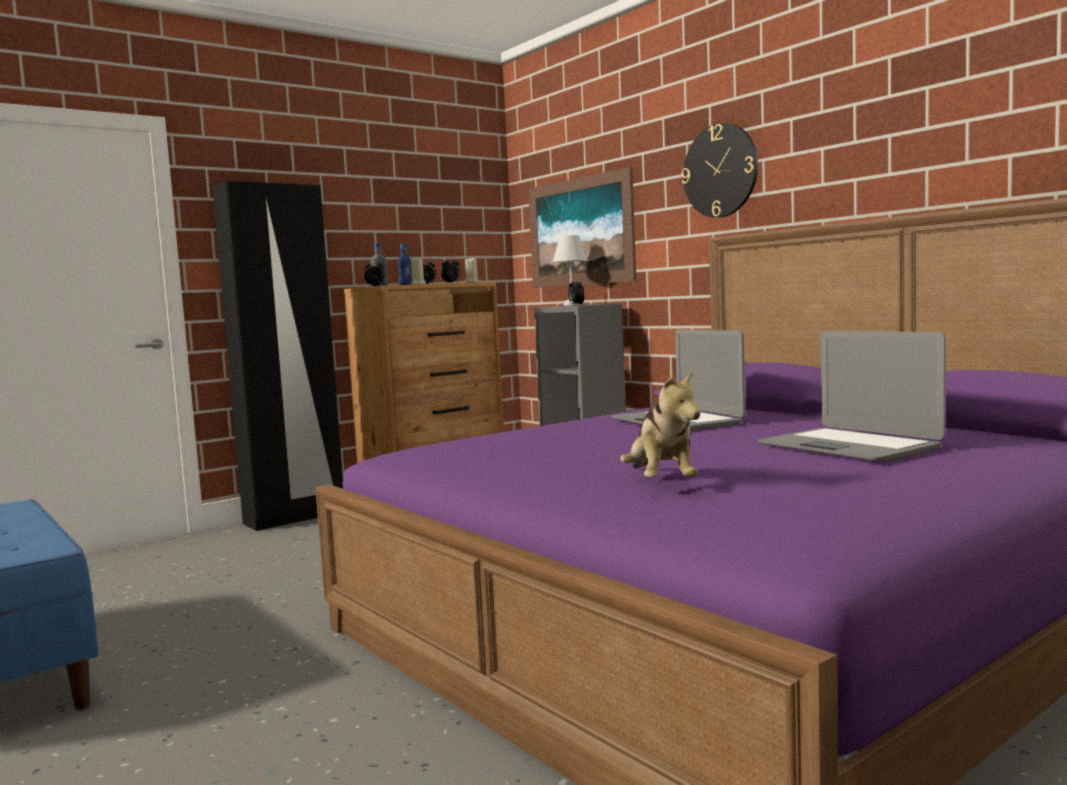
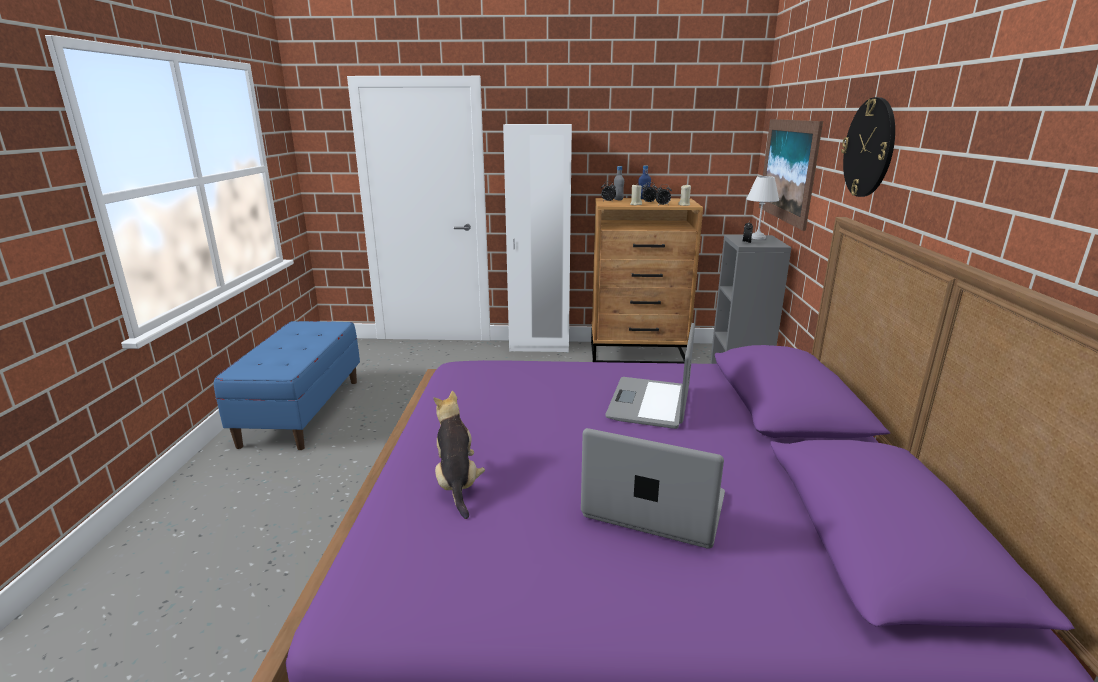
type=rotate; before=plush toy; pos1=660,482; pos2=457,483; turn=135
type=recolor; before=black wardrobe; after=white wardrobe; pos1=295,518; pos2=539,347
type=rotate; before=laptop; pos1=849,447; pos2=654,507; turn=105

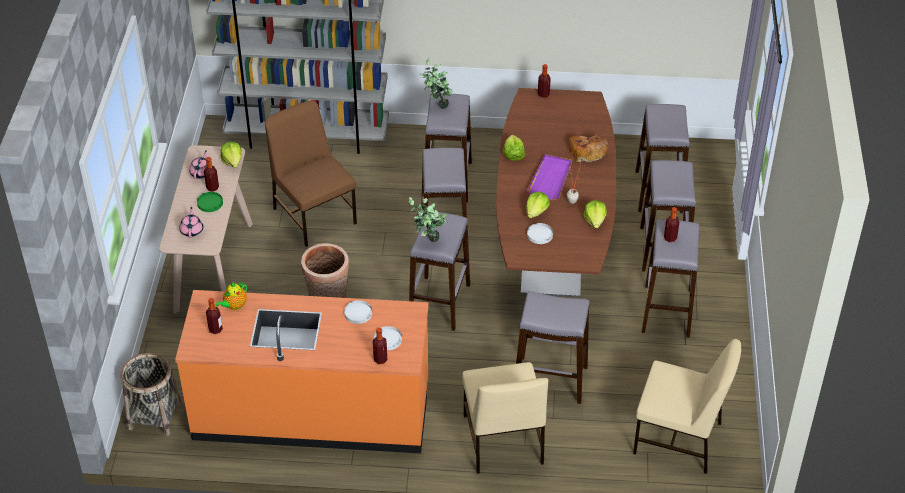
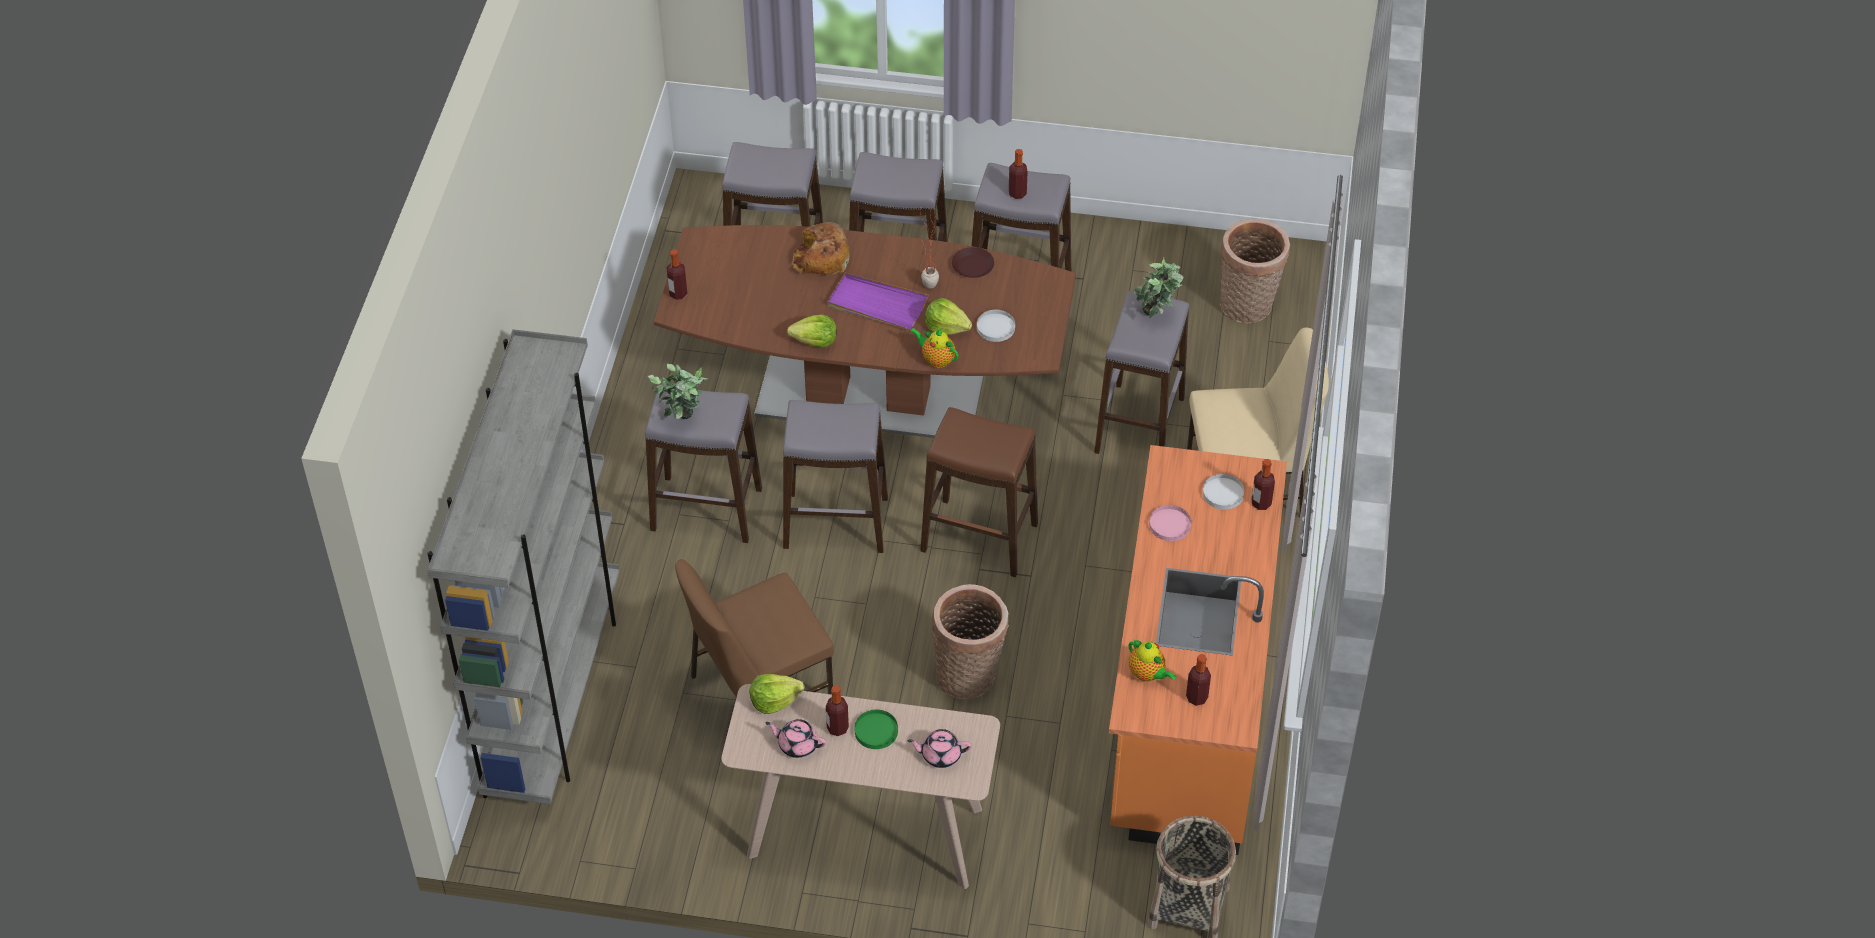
type=insert; after=teapot; pos2=936,359
type=recolor; before=grey stool; after=brown stool; pos1=439,303; pos2=978,538
type=replace; before=lettuce; after=brown plate; pos1=595,220; pos2=972,266
type=move; before=potted plant; pos1=428,242; pos2=1156,318
type=recolor; before=white plate; after=pink plate; pos1=358,313; pos2=1169,524
type=replace; before=beige chair; after=basket; pos1=679,439; pos2=1248,307

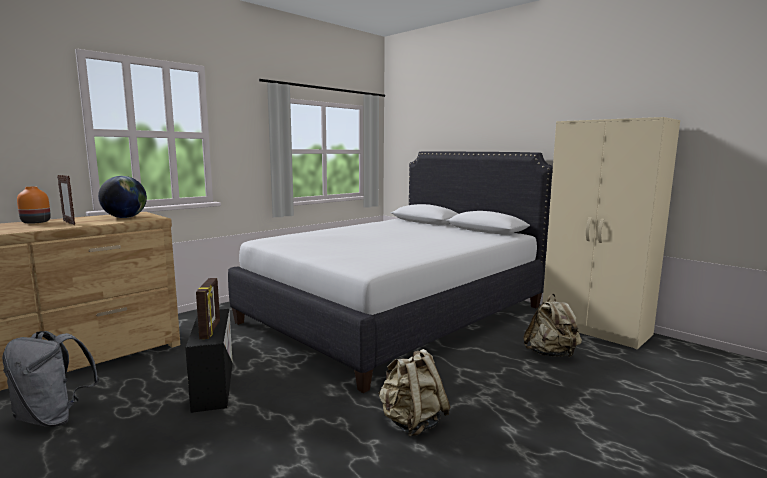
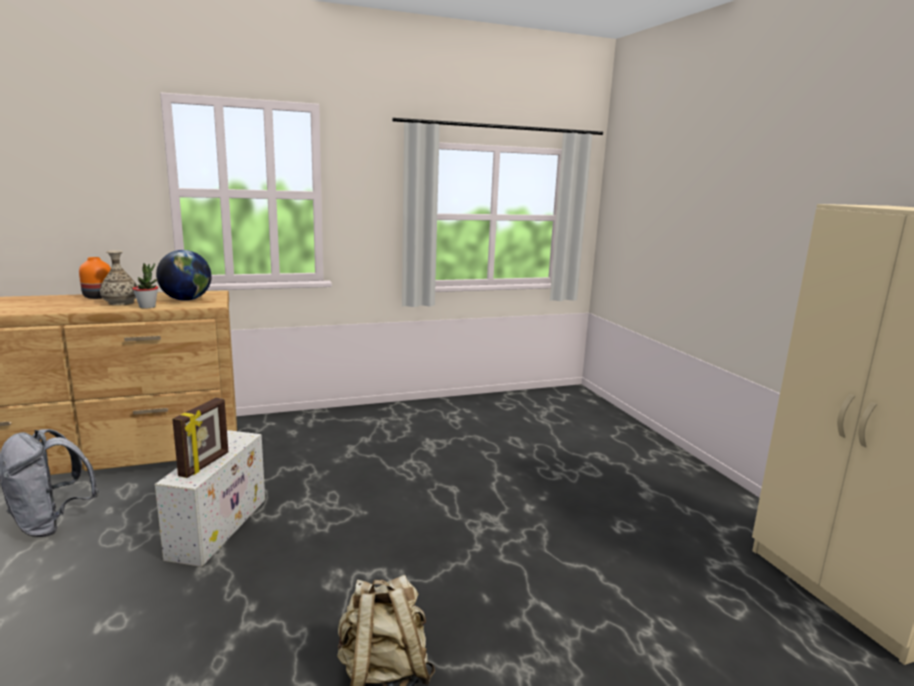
type=replace; before=picture frame; after=vase; pos1=69,223; pos2=121,303
type=insert; after=potted plant; pos2=147,307
type=recolor; before=black storage box; after=white storage box; pos1=213,384; pos2=219,526
type=delete; before=white bed; pos1=396,314
type=delete; before=beige backpack; pos1=551,354

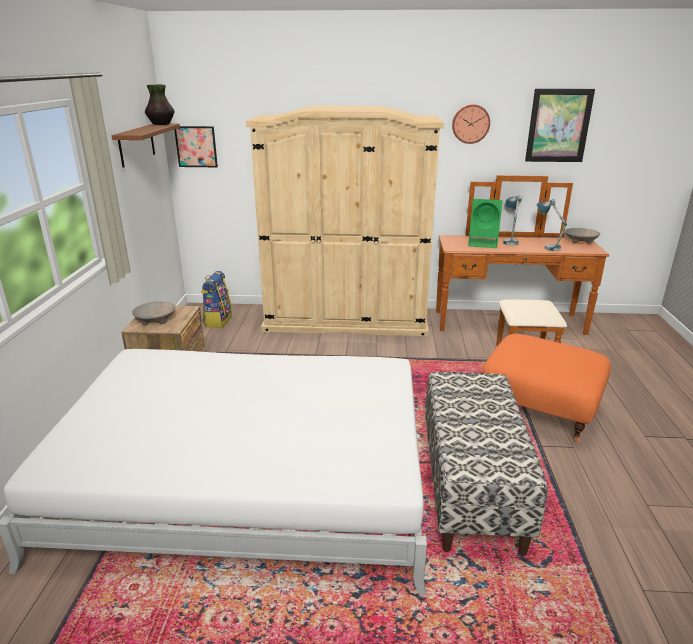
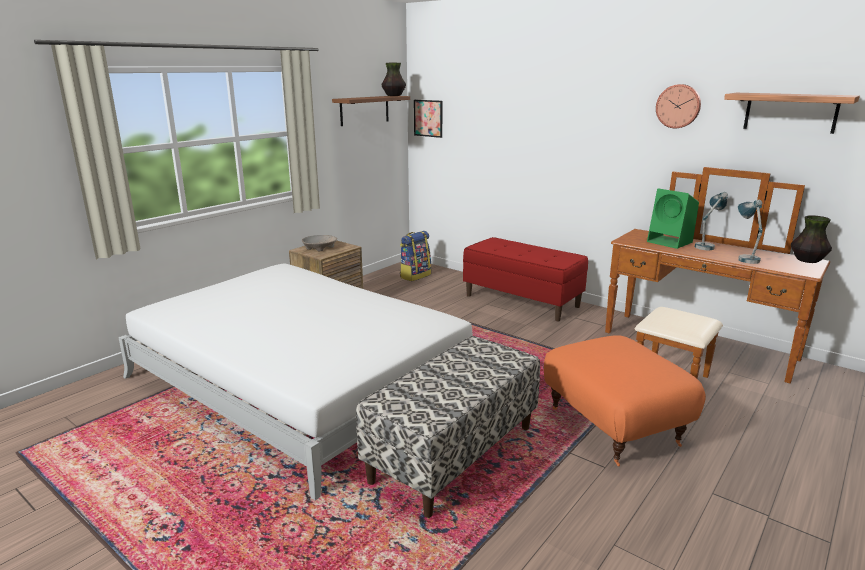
type=replace; before=beige wardrobe; after=red bench; pos1=346,320; pos2=522,301
type=replace; before=picture; after=shelf; pos1=558,126; pos2=790,112
type=replace; before=beige bowl; after=vase; pos1=580,240; pos2=807,260

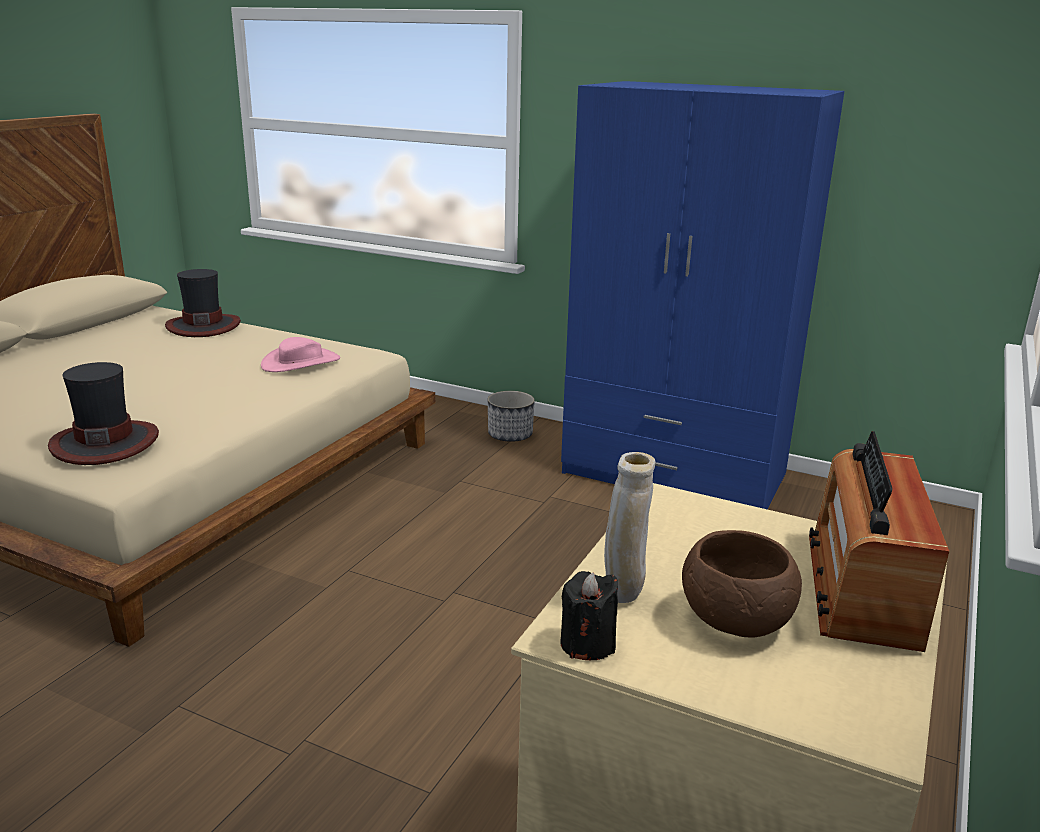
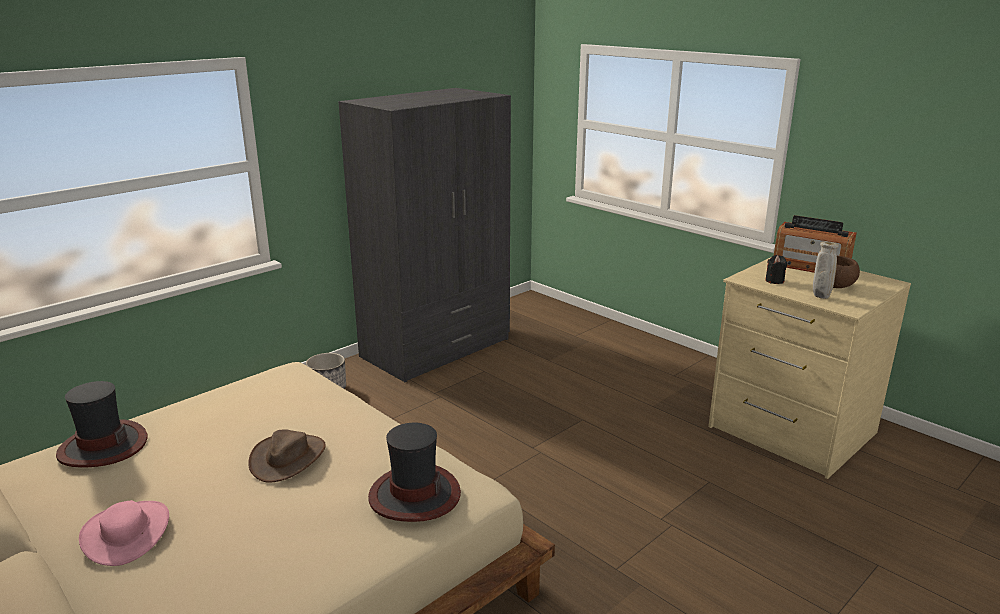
type=move; before=pink hat; pos1=301,363; pos2=127,533
type=insert; after=brown hat; pos2=288,458
type=recolor; before=blue wardrobe; after=grey wardrobe; pos1=674,474; pos2=437,348
type=move; before=black candle; pos1=587,644; pos2=774,281

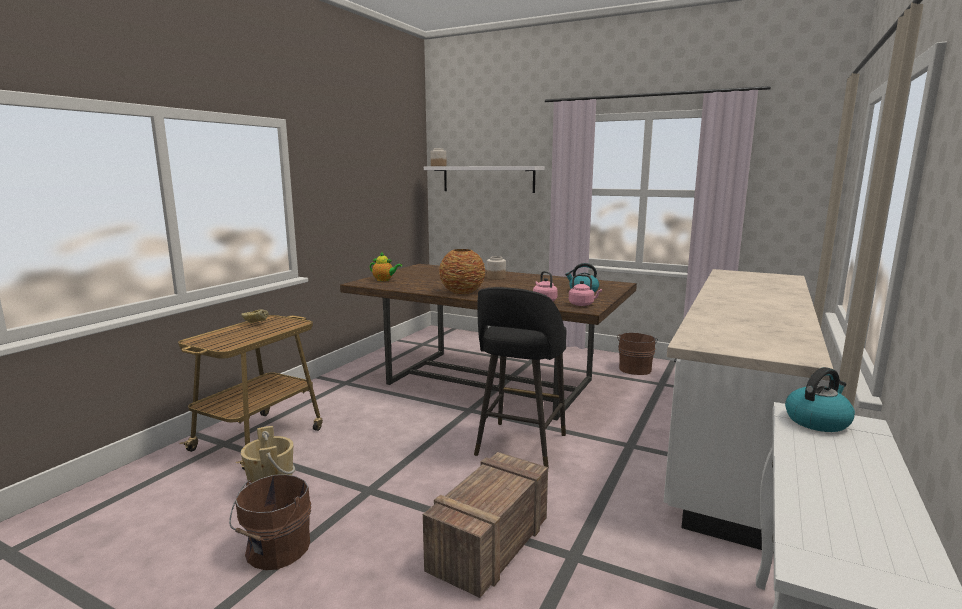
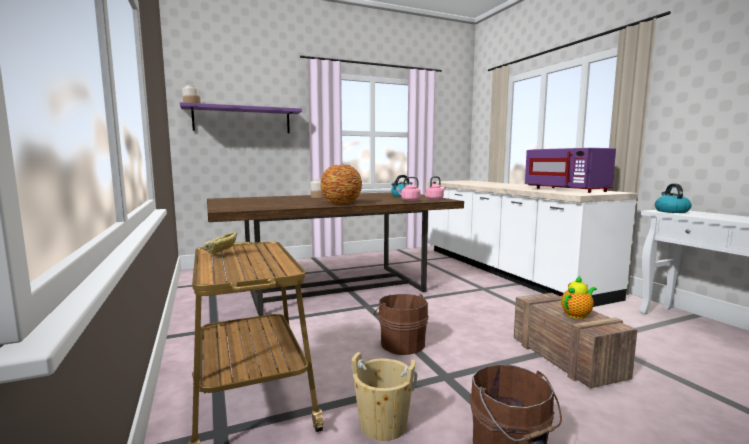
type=recolor; before=white shelf; after=purple shelf; pos1=488,179; pos2=242,120
type=move; before=brown bucket; pos1=635,368; pos2=401,343
type=insert; after=purple microwave; pos2=566,190
type=move; before=teapot; pos1=384,280; pos2=577,315
type=delete; before=black stool; pos1=520,446

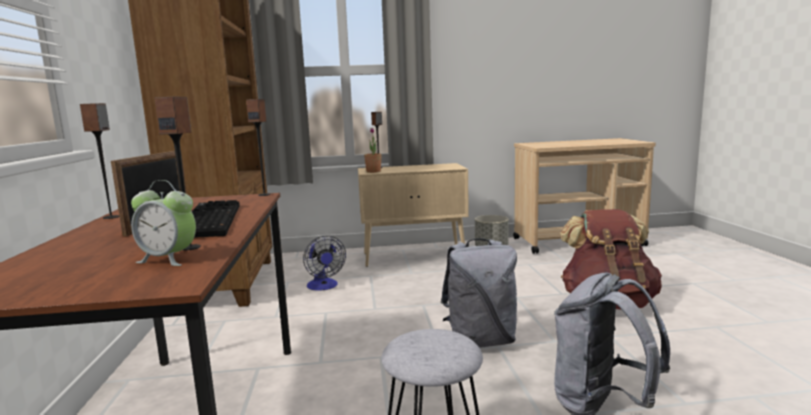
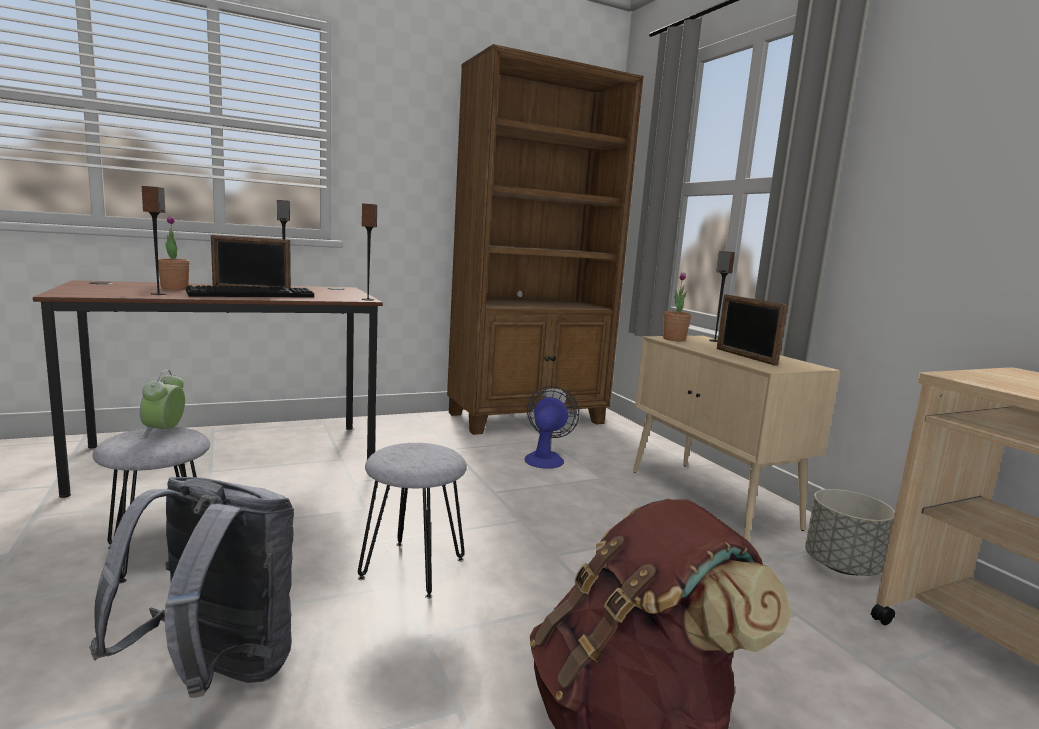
type=move; before=alarm clock; pos1=168,259; pos2=164,432
type=insert; after=potted plant; pos2=174,288
type=replace; before=grey backpack; after=grey stool; pos1=480,341; pos2=413,569
type=rotate; before=fan; pos1=324,286; pos2=545,458; turn=150
type=insert; after=picture frame; pos2=745,356

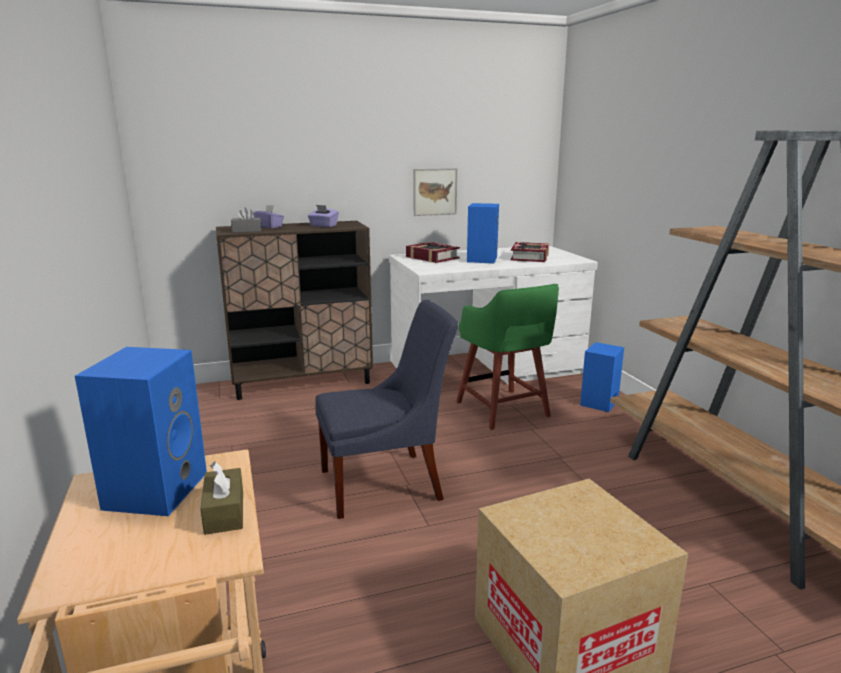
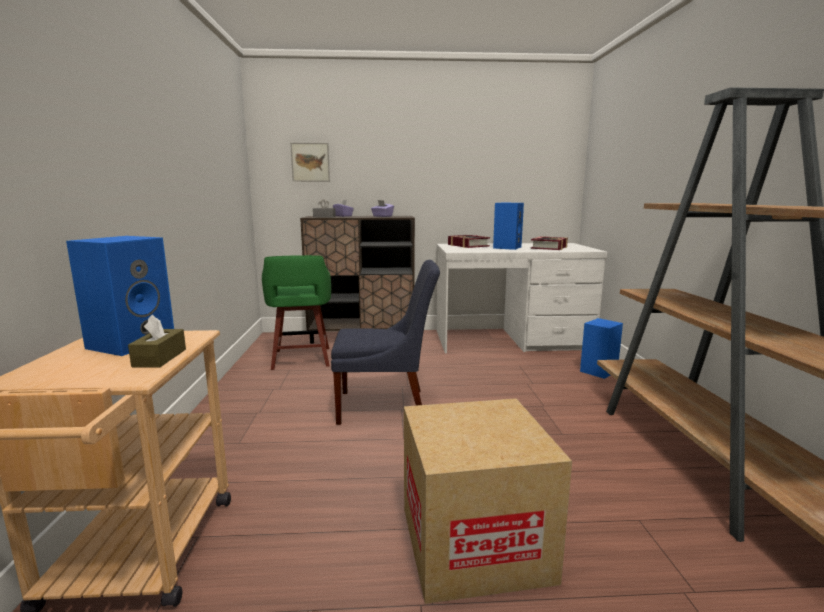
type=move; before=green stool; pos1=503,410; pos2=301,359
type=move; before=picture; pos1=435,192; pos2=310,162

